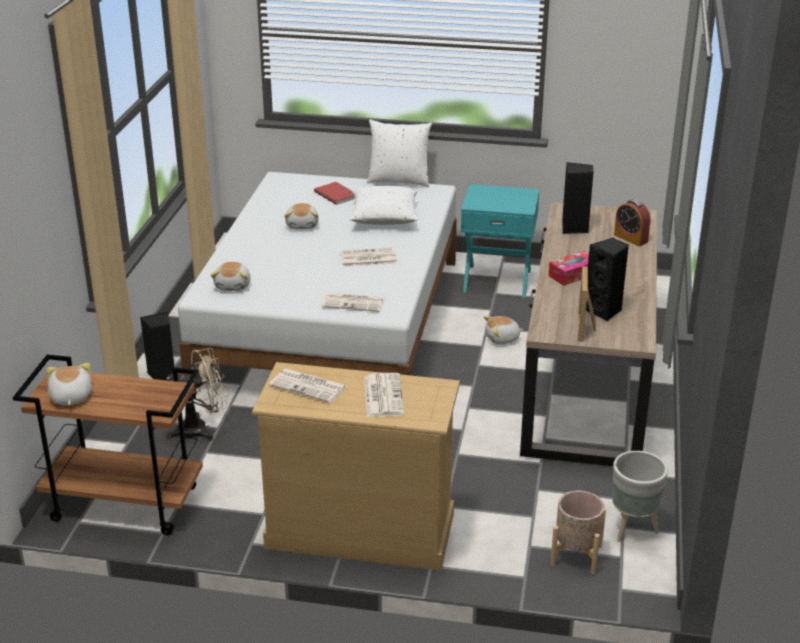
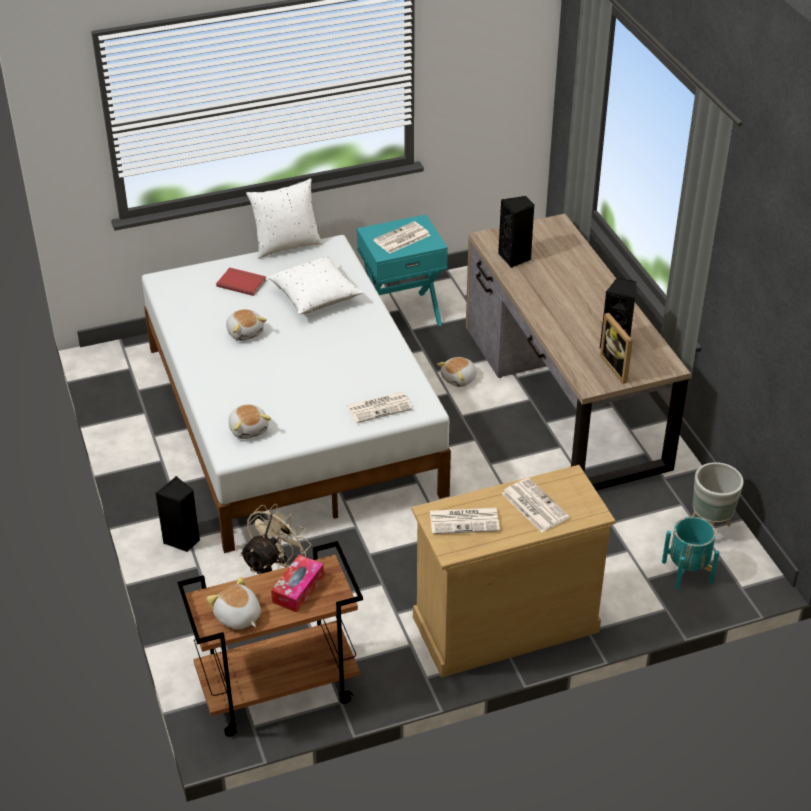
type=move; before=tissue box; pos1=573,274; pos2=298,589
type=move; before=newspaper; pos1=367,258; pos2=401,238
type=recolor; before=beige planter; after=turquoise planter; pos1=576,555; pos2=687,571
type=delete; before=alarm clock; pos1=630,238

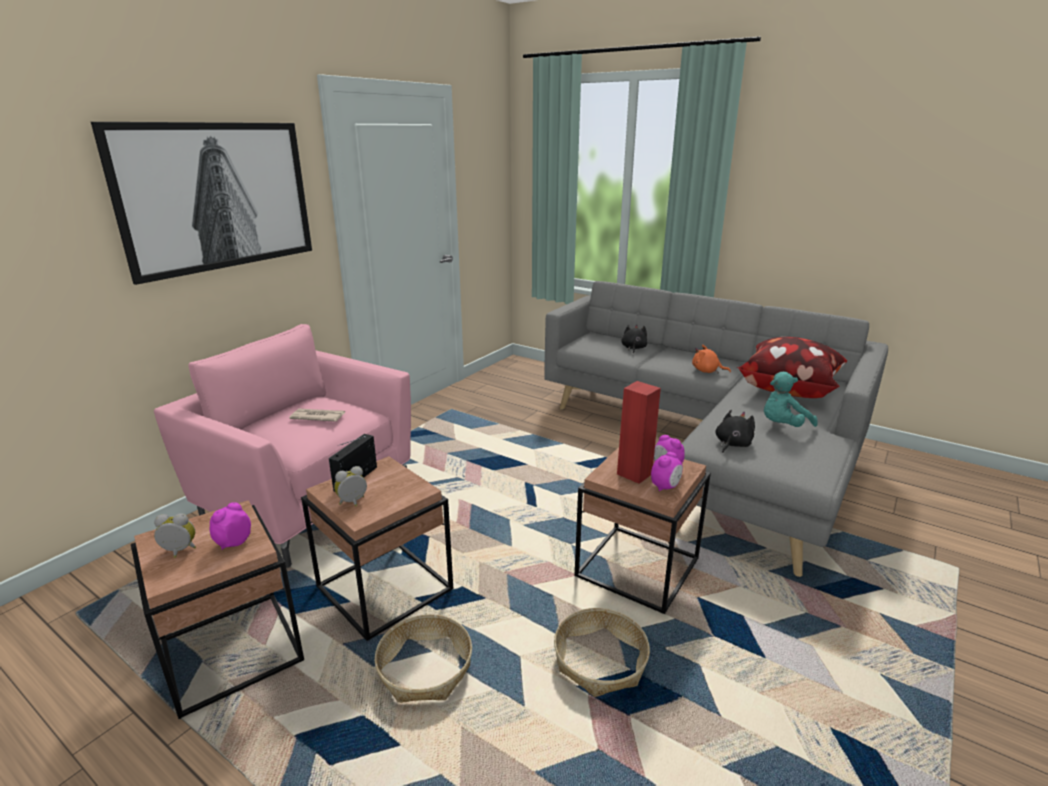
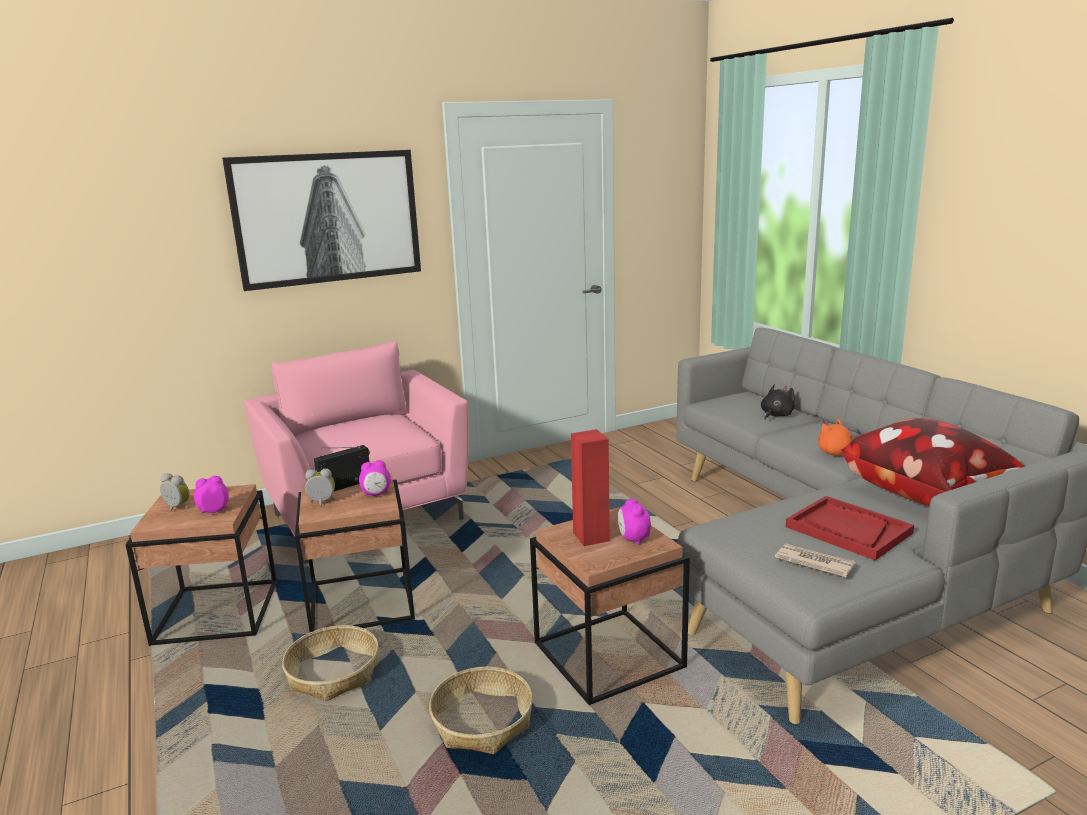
type=move; before=alarm clock; pos1=665,487; pos2=376,494
type=move; before=newspaper; pos1=317,417; pos2=814,562
type=replace; before=turquoise plush toy; after=red tray; pos1=782,426; pos2=848,530
type=delete; before=black plush toy; pos1=732,444

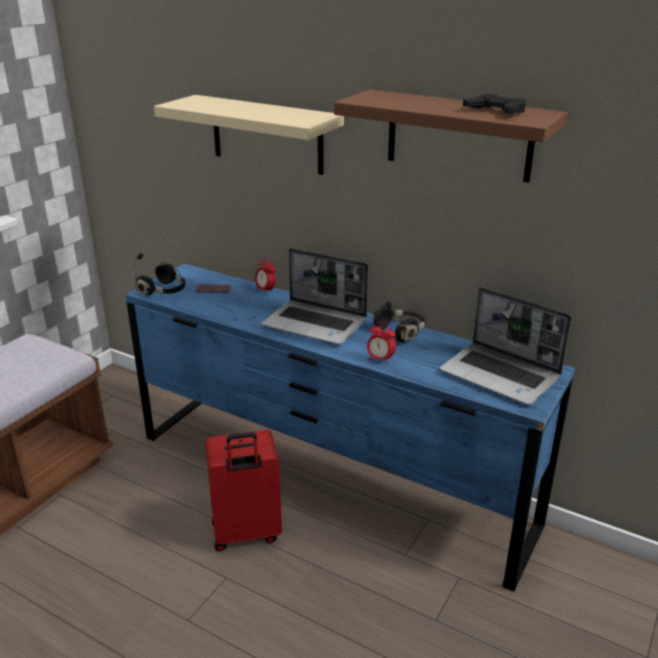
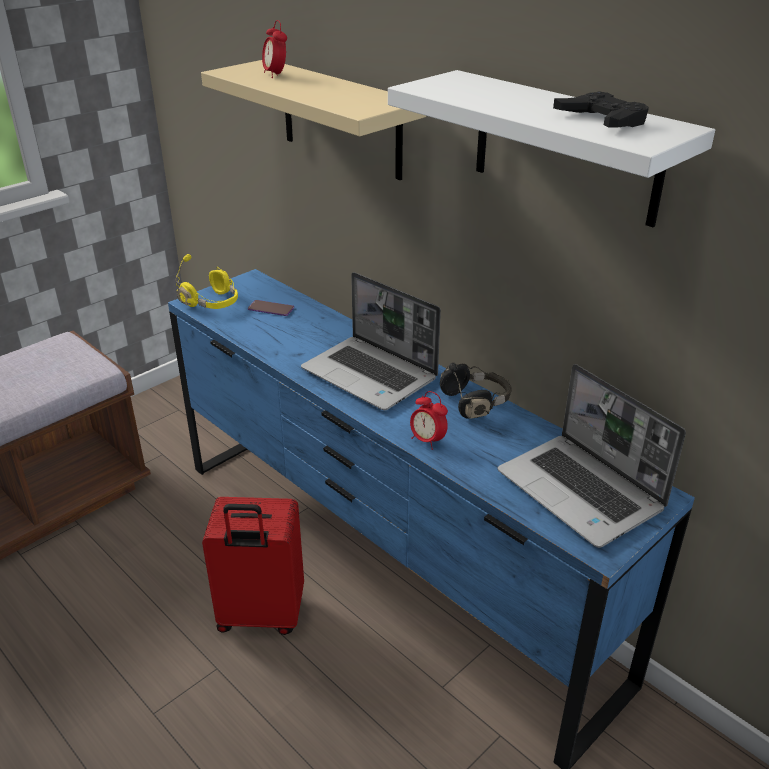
type=recolor; before=black headphones; after=yellow headphones; pos1=163,291; pos2=212,303
type=move; before=alarm clock; pos1=265,290; pos2=275,75
type=recolor; before=brown shelf; after=white shelf; pos1=459,135; pos2=565,147

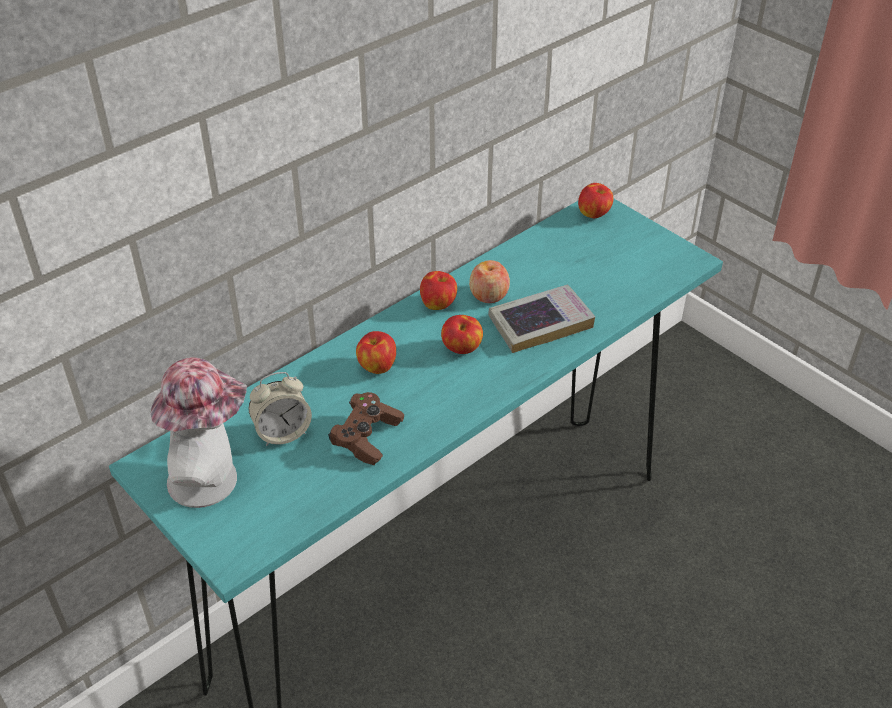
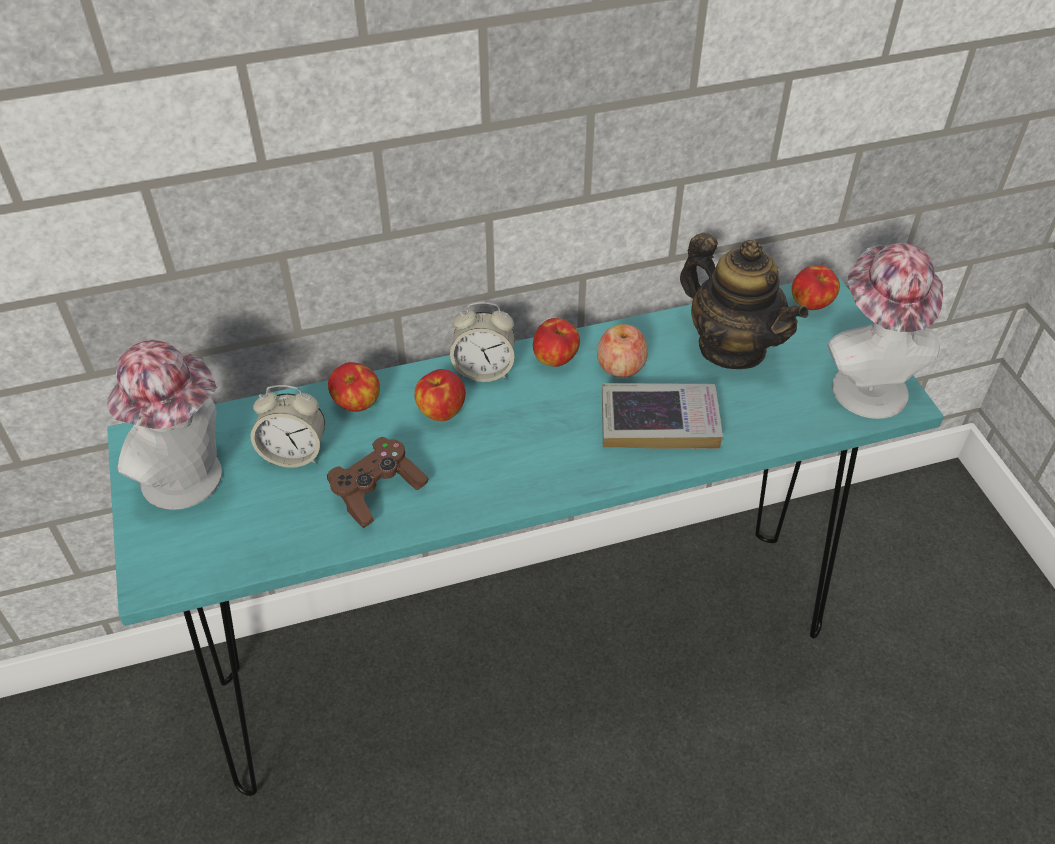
type=move; before=apple; pos1=461,349; pos2=356,404
type=insert; after=alarm clock; pos2=484,370
type=insert; after=teapot; pos2=731,347
type=insert; after=hat; pos2=865,383

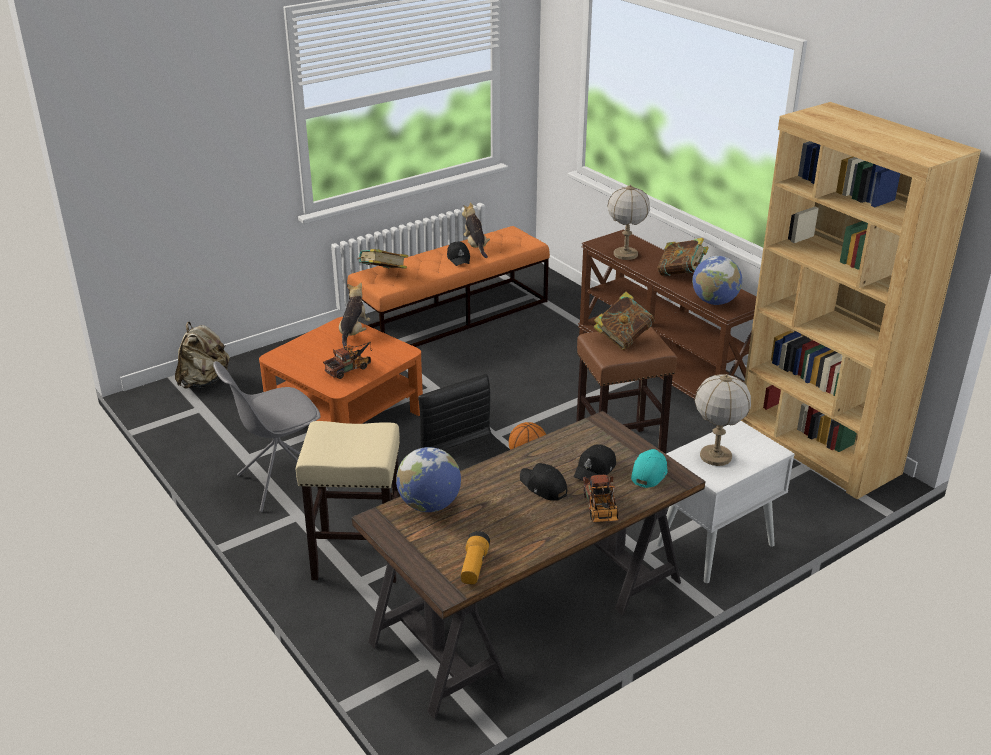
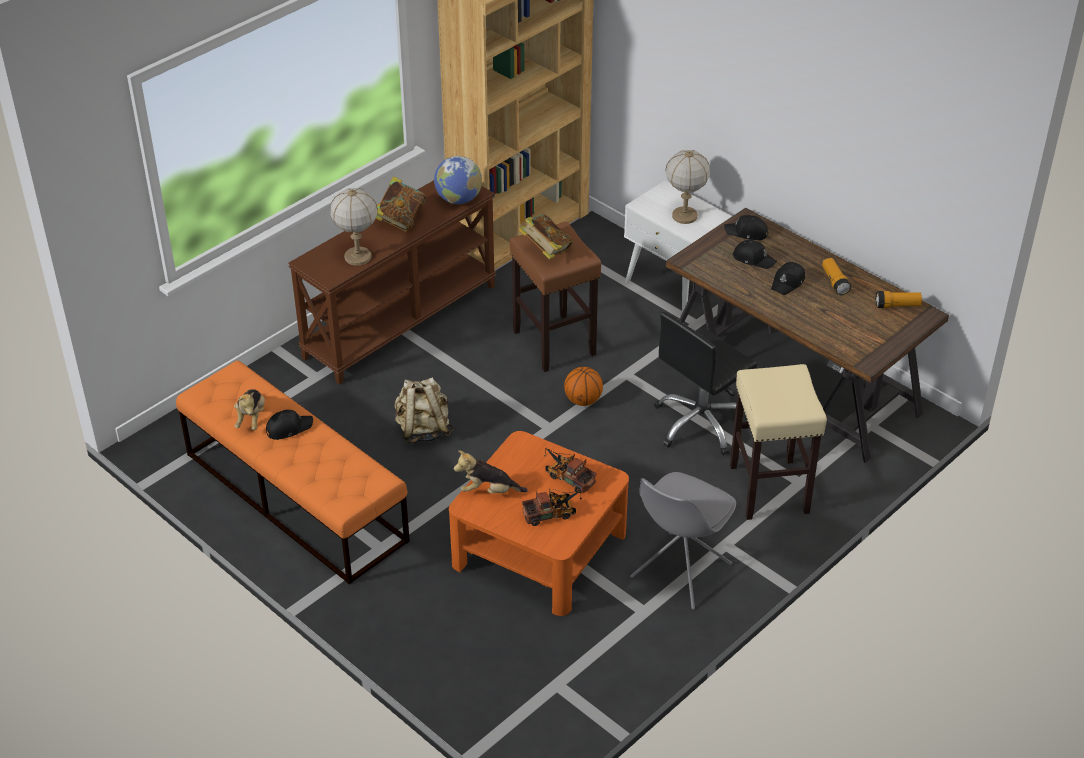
type=rotate; before=plush toy; pos1=476,247; pos2=251,418; turn=-60
type=move; before=beige backpack; pos1=204,382; pos2=423,430
type=move; before=toy truck; pos1=600,510; pos2=552,514
type=rotate; before=grey chair; pos1=280,483; pos2=679,572; turn=75
type=recolor; before=turquoise cap; after=black cap; pos1=649,472; pos2=746,233
type=insert; after=flashlight; pos2=834,282
type=delete; before=book; pos1=383,274
type=delete; before=globe; pos1=429,505

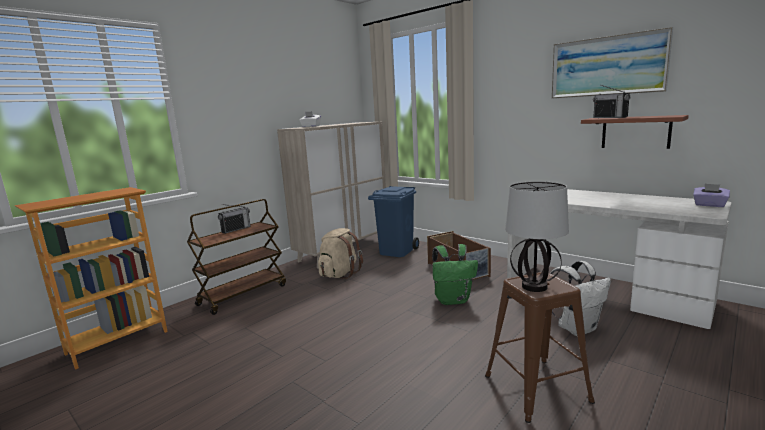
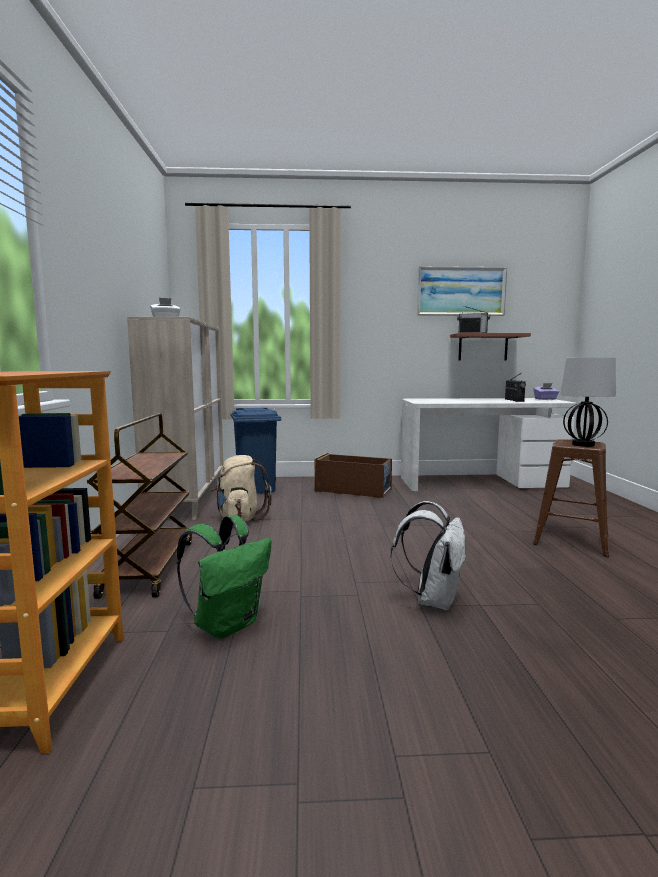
type=move; before=green backpack; pos1=453,300; pos2=227,624
type=move; before=white backpack; pos1=577,328; pos2=433,600
type=move; before=radio; pos1=236,229; pos2=514,400

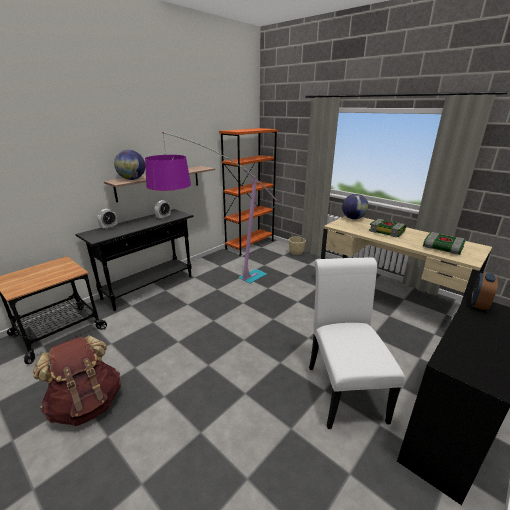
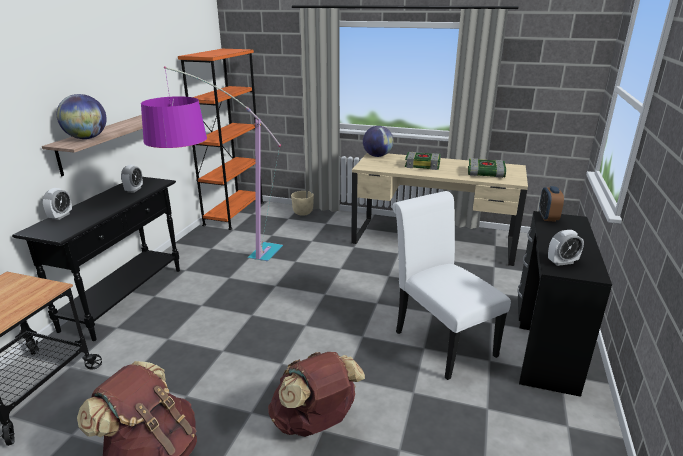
type=insert; after=brown backpack; pos2=315,422
type=insert; after=alarm clock; pos2=562,262

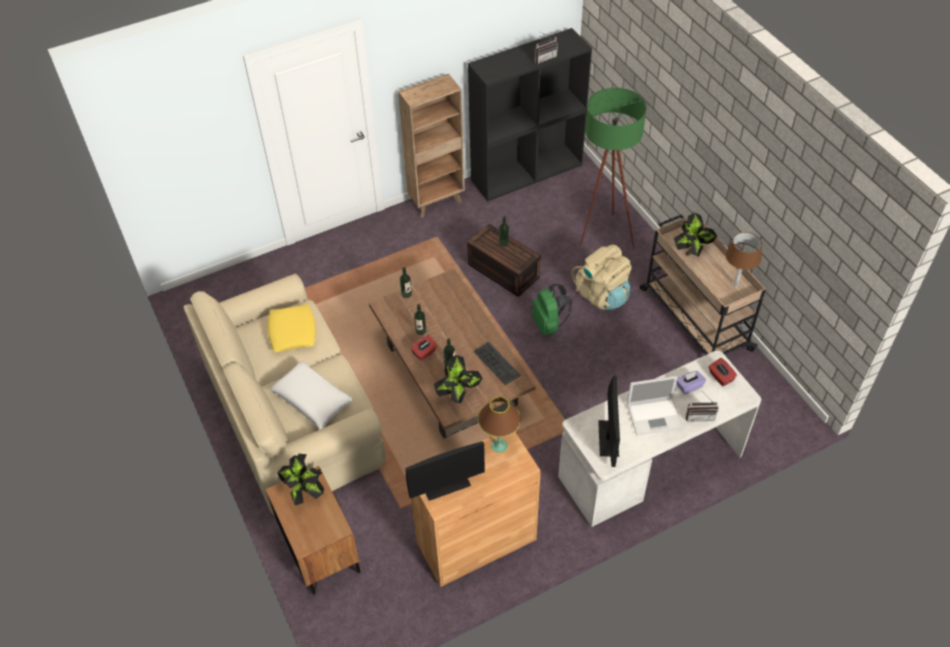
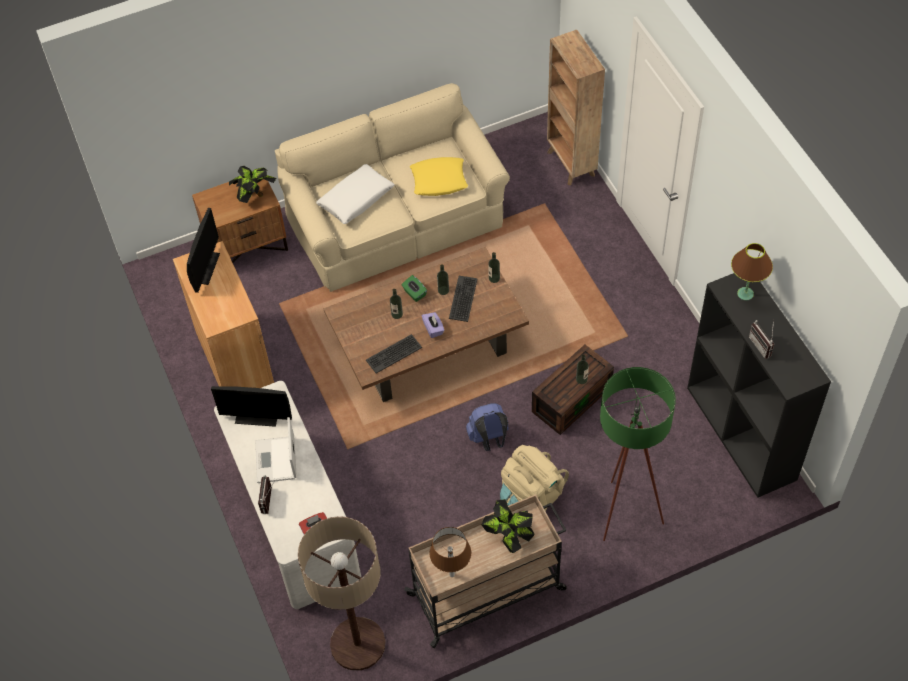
type=rotate; before=monitor; pos1=446,485; pos2=205,267; turn=-150
type=insert; after=floor lamp; pos2=357,644
type=recolor; before=red tissue box; after=green tissue box; pos1=424,353; pos2=414,293
type=move; before=purple tissue box; pos1=689,386; pos2=433,329
type=insert; after=keyboard; pos2=463,299
type=recolor; before=green backpack; after=blue backpack; pos1=549,324; pos2=489,439
type=move; before=brown bookcase; pos1=437,201; pos2=571,164
type=move; before=brown table lamp; pos1=499,446; pos2=745,294
type=delete; before=potted plant; pos1=458,394

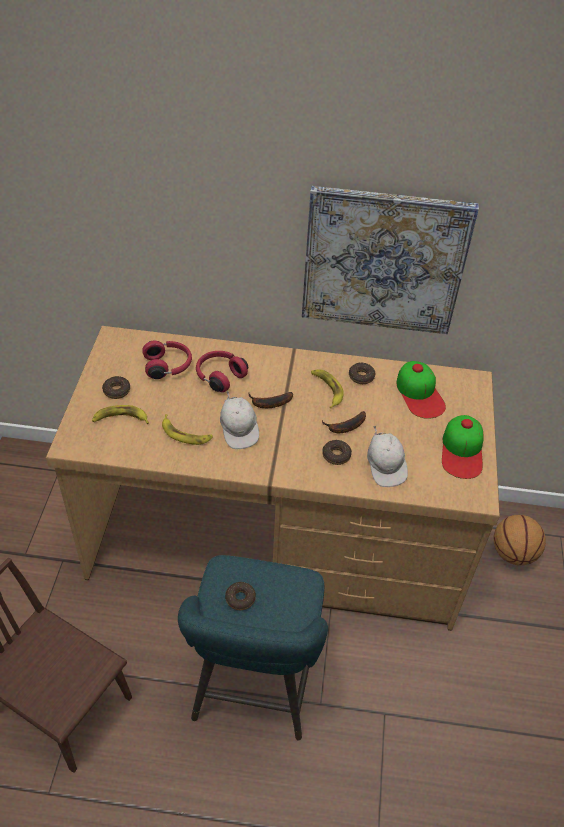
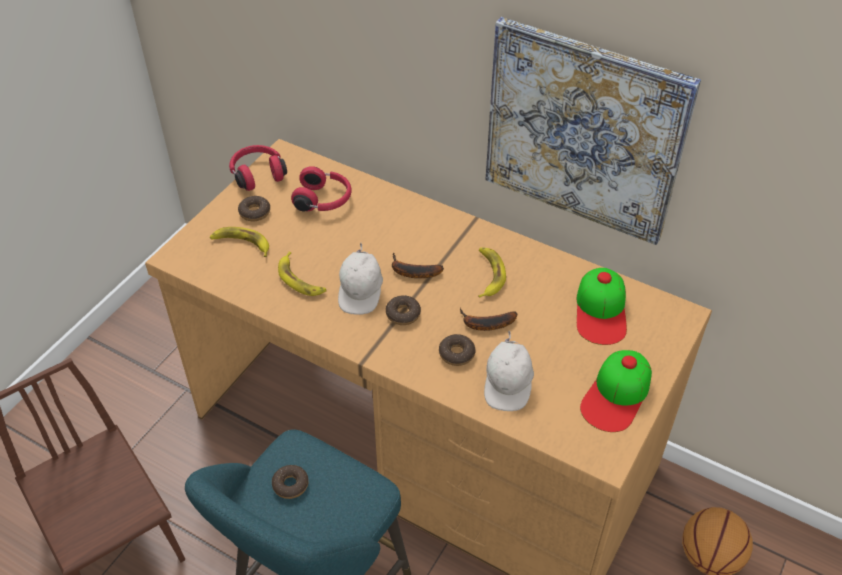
type=move; before=red headphones; pos1=219,376; pos2=257,174
type=move; before=donut; pos1=361,376; pos2=403,314

